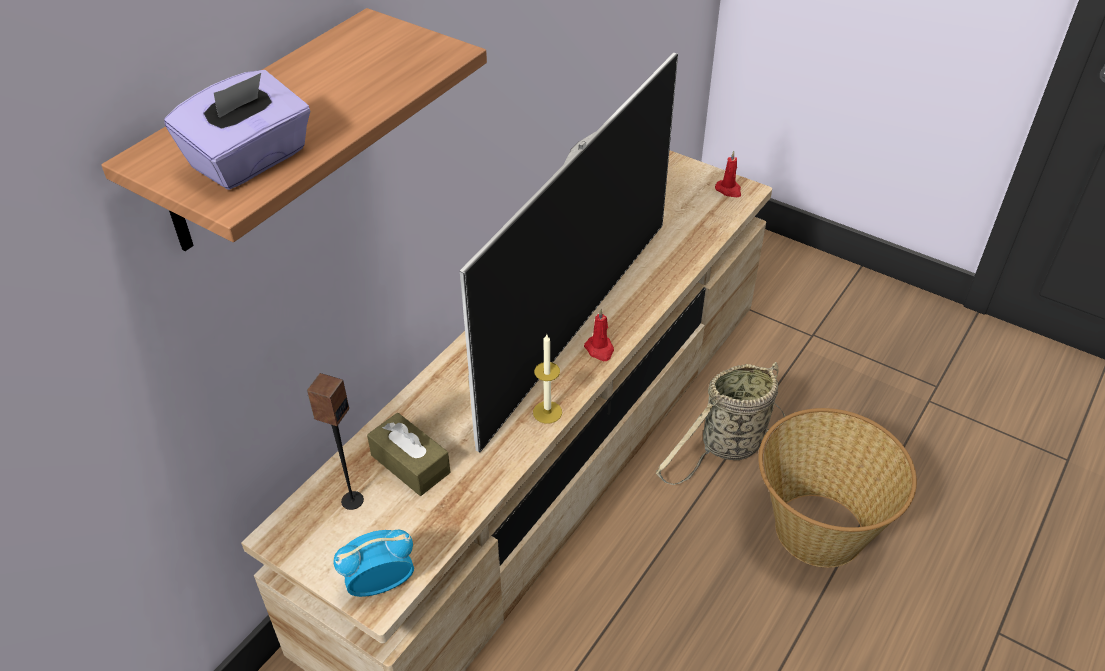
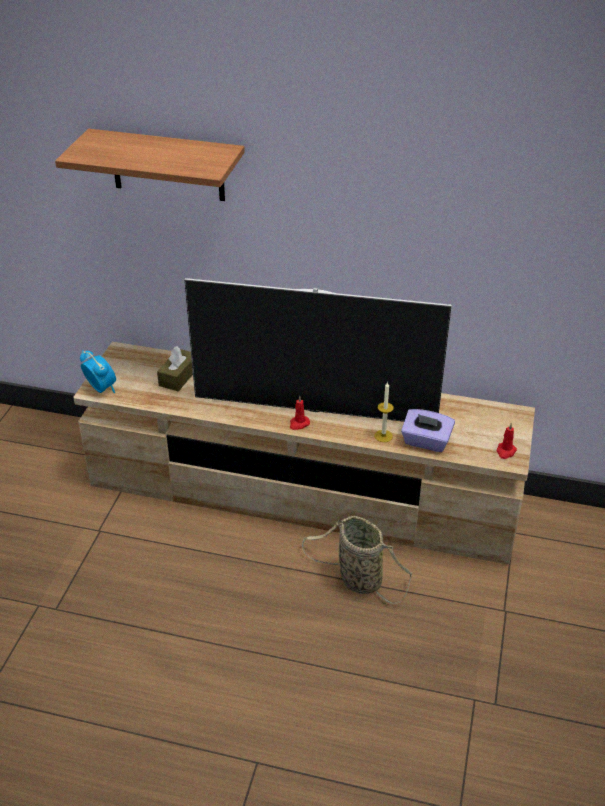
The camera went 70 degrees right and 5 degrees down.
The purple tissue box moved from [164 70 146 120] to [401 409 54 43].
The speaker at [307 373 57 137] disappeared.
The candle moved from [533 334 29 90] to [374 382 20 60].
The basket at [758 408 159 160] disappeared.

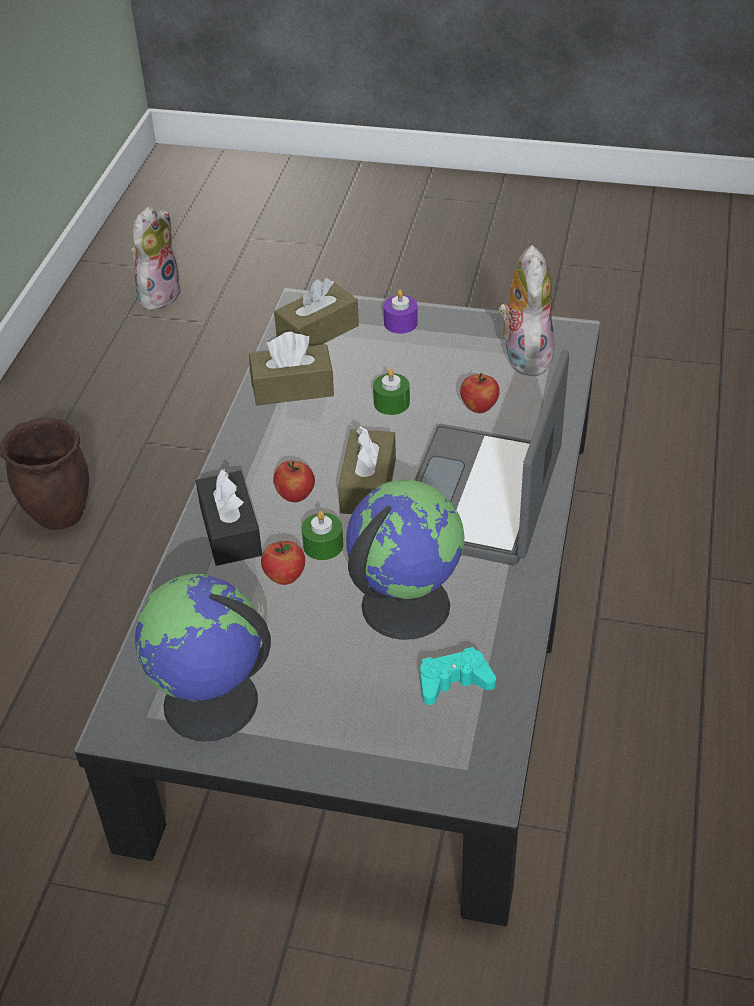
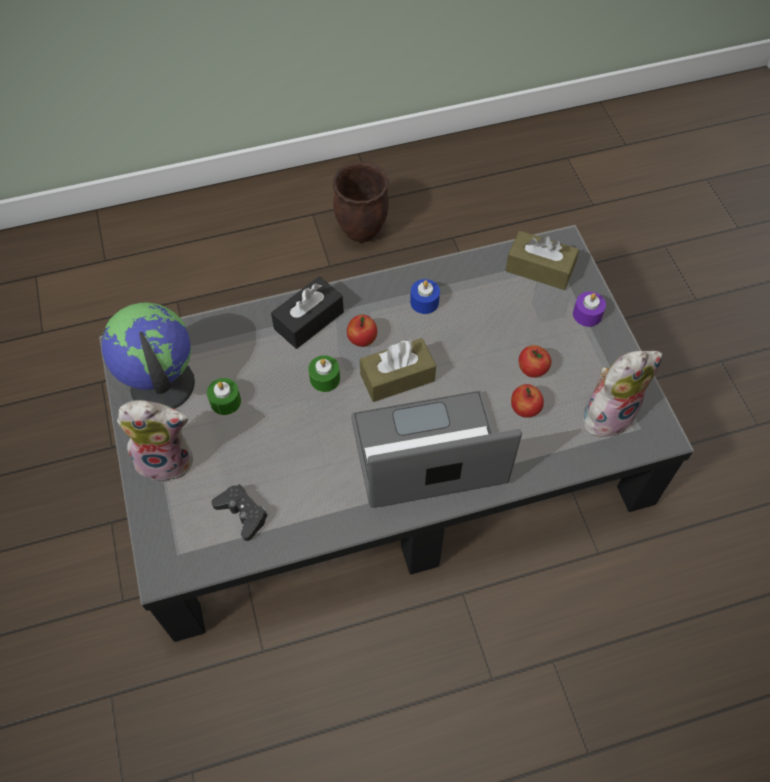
The camera went 60 degrees right and 15 degrees up.
The plush toy moved from [131 206 51 105] to [117 400 76 83].
The brown tissue box at [249 331 85 74] disappeared.
The apple moved from [261 541 44 44] to [519 345 32 33].
The globe at [345 480 119 160] disappeared.
The green candle moved from [373 369 37 46] to [207 378 34 37].
The turquoise game controller at [420 647 76 58] became the black game controller at [211 484 57 57].
The blue candle at [410 279 30 35] appeared.

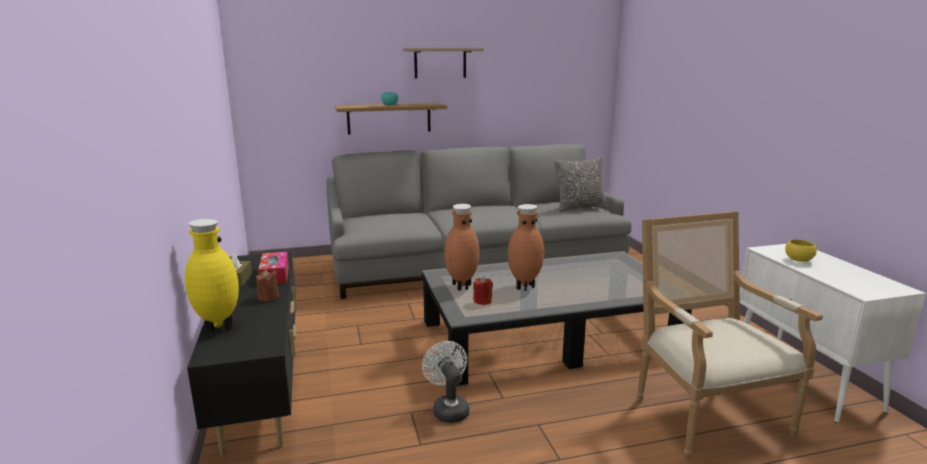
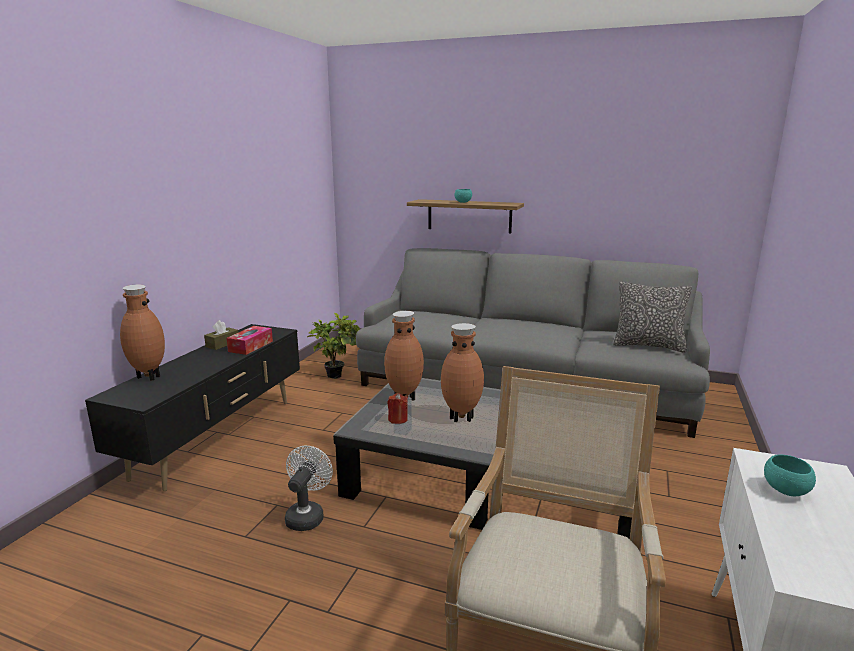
The camera went 35 degrees right and 0 degrees up.
The yellow vase at [185 219 54 113] became the brown vase at [120 284 45 97].
The brown candle at [256 270 23 31] disappeared.
The shelf at [403 48 81 30] disappeared.
The yellow bowl at [785 239 32 23] became the turquoise bowl at [764 454 52 42].
The potted plant at [307 313 53 66] appeared.

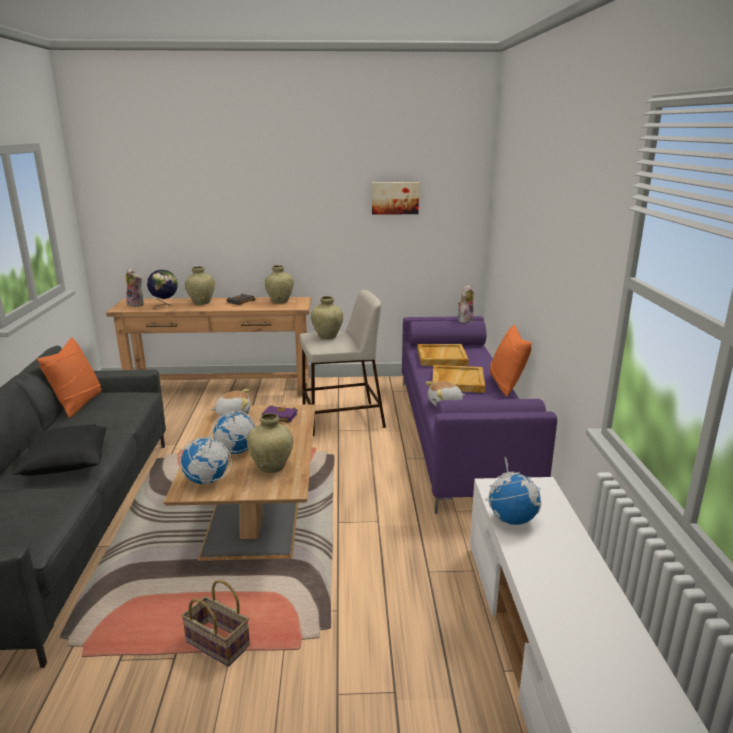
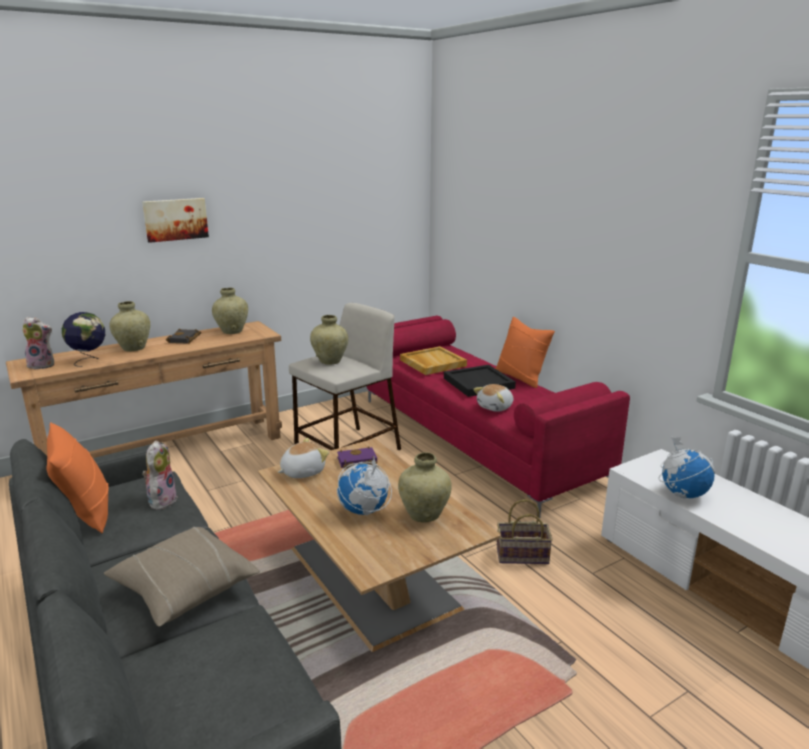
The camera went 30 degrees left and 0 degrees up.
The black pillow at [12 424 95 52] became the beige pillow at [104 527 156 100].
The globe at [180 433 52 52] disappeared.
The basket moved from [181 580 69 87] to [497 499 56 65].
The picture moved from [372 182 47 33] to [142 198 67 45].
The purple sofa at [402 316 155 198] became the red sofa at [367 316 263 202].
The beige tray at [433 365 52 28] became the black tray at [444 365 72 32].
The plush toy moved from [458 285 16 38] to [142 441 35 69].

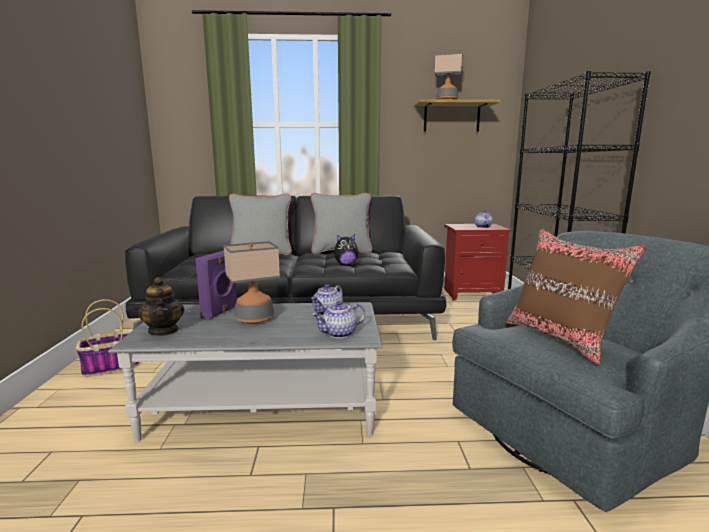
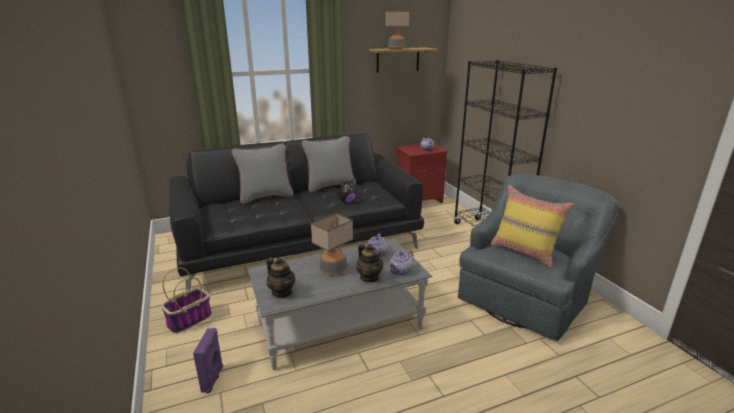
The camera went 20 degrees left and 10 degrees up.
The purple speaker moved from [195 250 42 70] to [193 328 30 65].
The brown pillow at [506 229 141 136] became the yellow pillow at [491 186 82 82].
The teapot at [356 244 27 38] appeared.

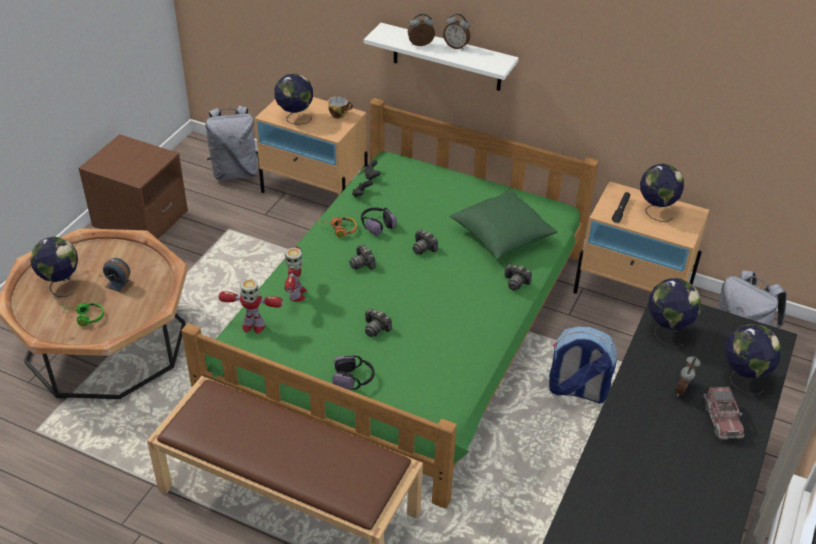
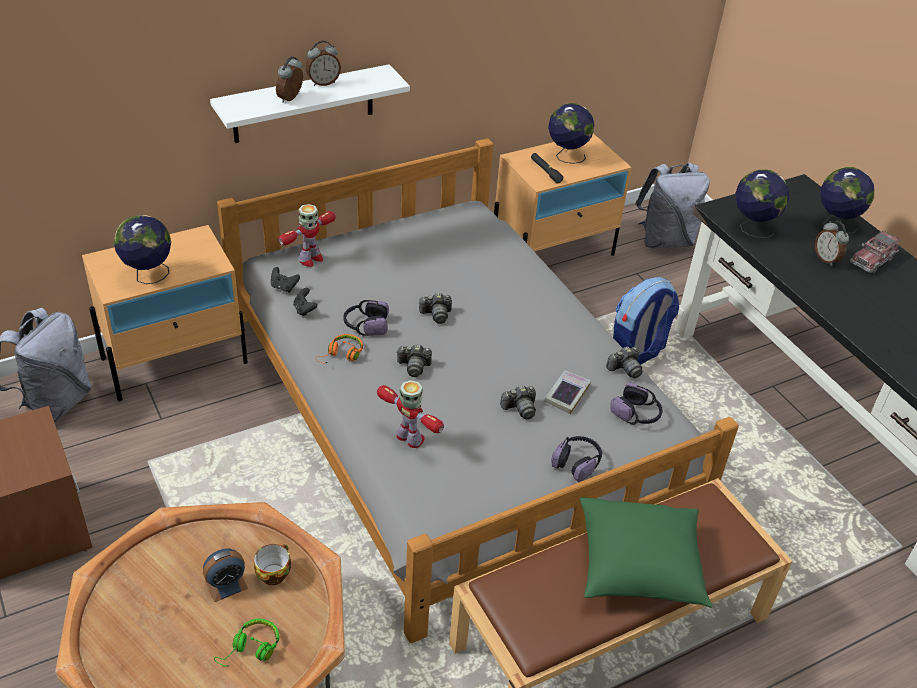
The camera went 55 degrees left and 0 degrees up.
The globe at [30 237 48 60] disappeared.
The green bed at [181 98 418 411] became the grey bed at [217 138 522 505].
The toy robot moved from [219 279 64 55] to [279 204 57 63].
The cup moved from [328 96 25 23] to [254 544 37 41].
The green pillow moved from [450 190 108 70] to [579 497 133 111].
The photo camera moved from [504 264 28 27] to [606 346 36 32].
The toy truck at [703 387 41 52] turned 105 degrees clockwise.
The book at [544 370 47 44] appeared.
The headphones at [610 382 53 43] appeared.

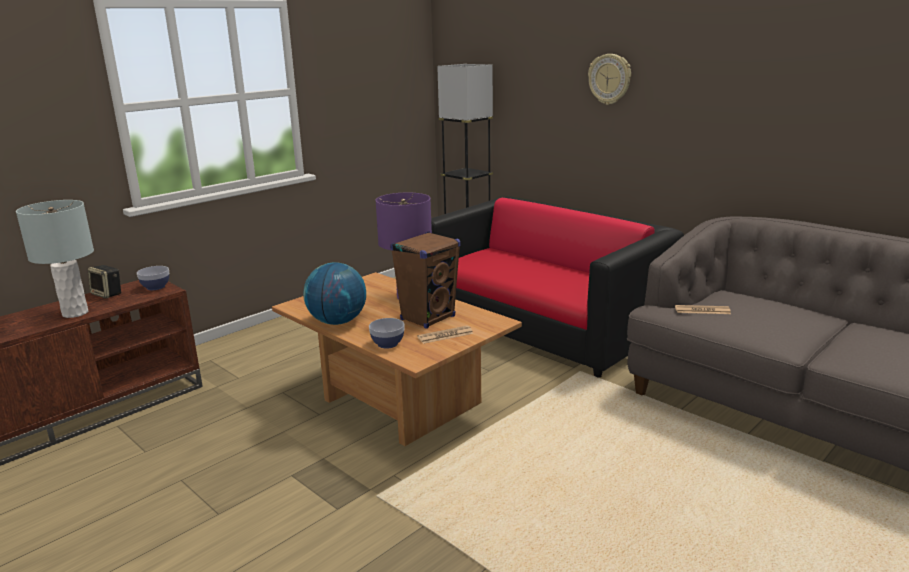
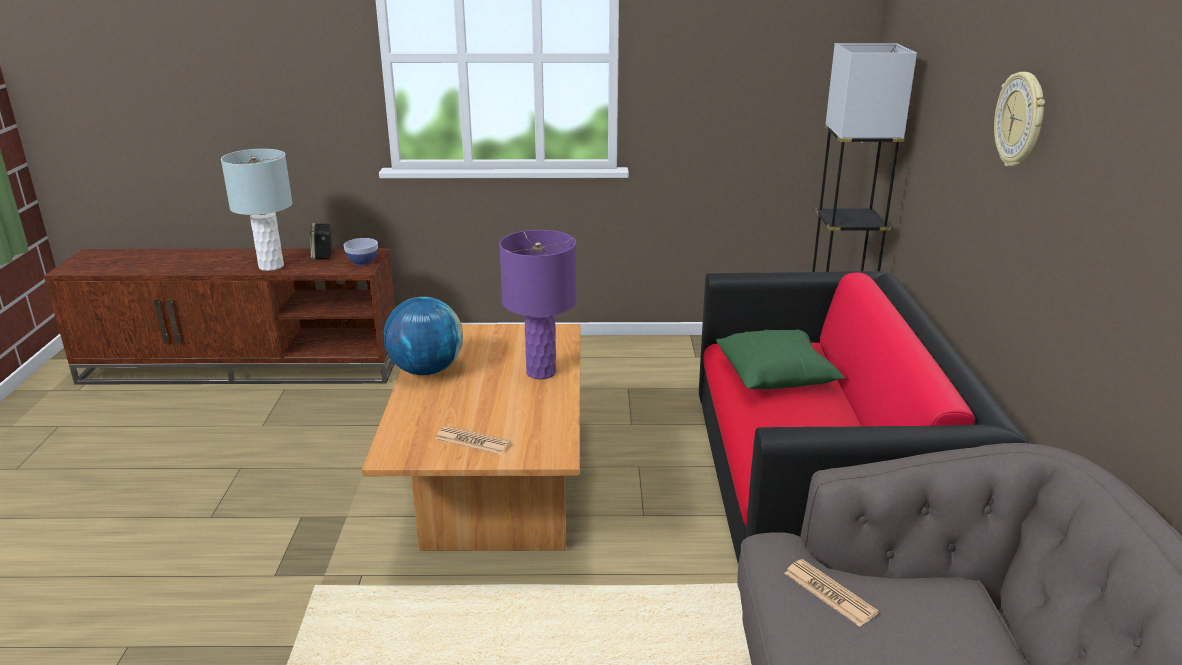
The camera went 45 degrees right and 5 degrees up.
The bowl at [369 318 35 31] disappeared.
The brown speaker at [390 232 71 97] disappeared.
The green pillow at [716 329 129 60] appeared.

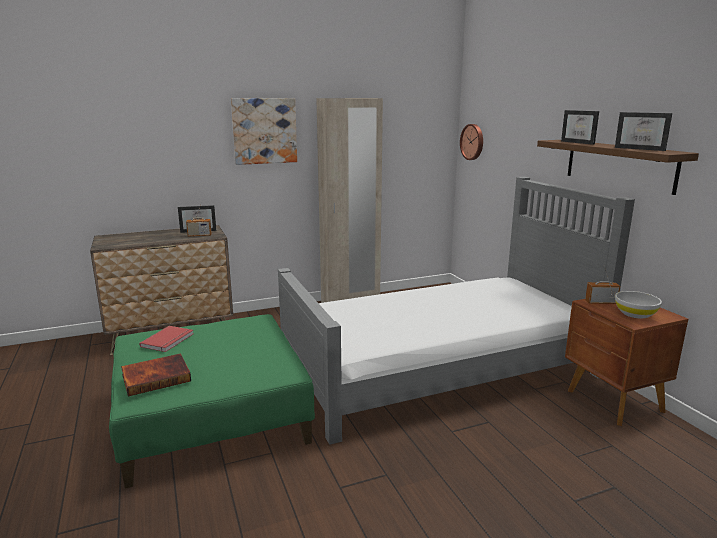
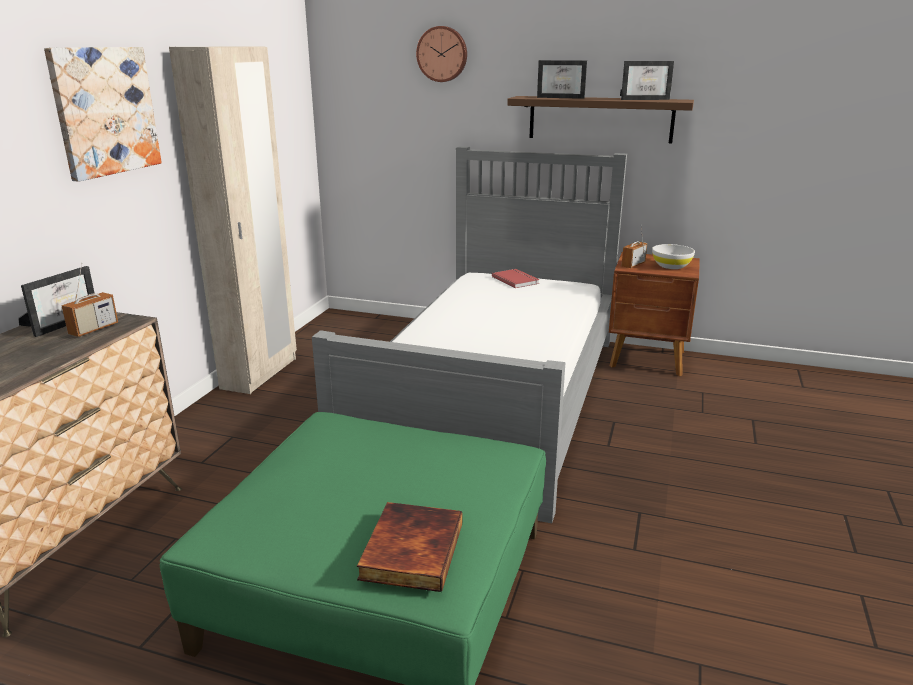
The camera went 50 degrees left and 5 degrees up.
The red book moved from [139 326 54 26] to [492 269 48 19].
The wall clock moved from [460 124 23 36] to [416 26 51 56].

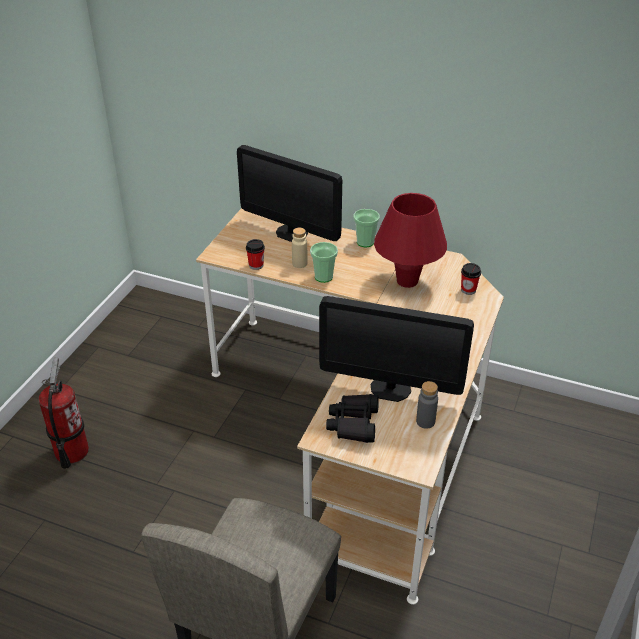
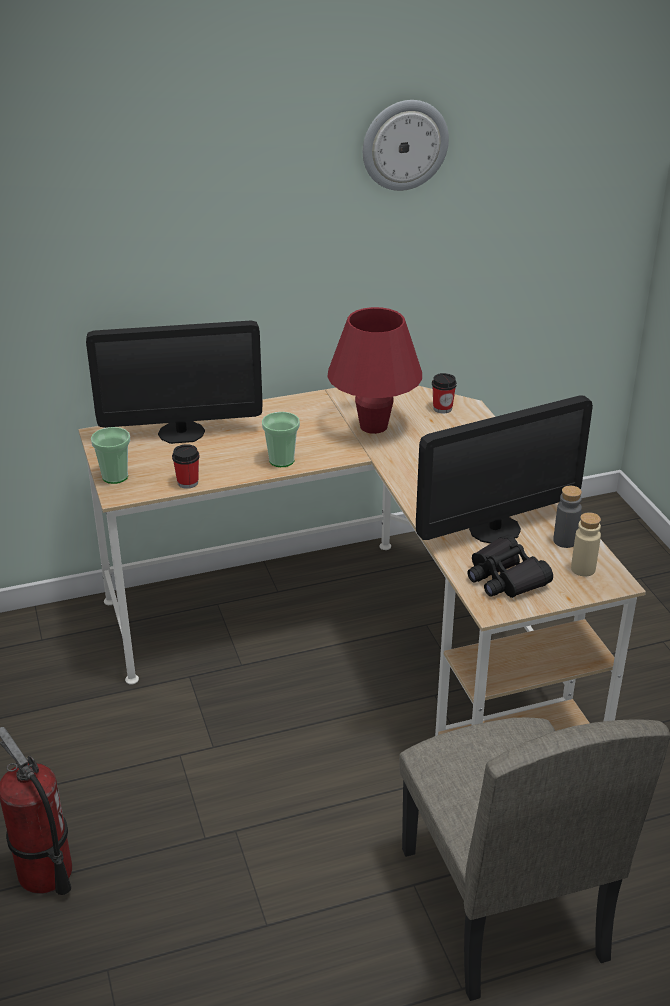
The camera went 40 degrees left and 5 degrees down.
The beige bottle moved from [292 228 15 40] to [571 512 30 64].
The cup moved from [354 209 26 38] to [91 427 39 57].
The wall clock at [363 100 86 91] appeared.

